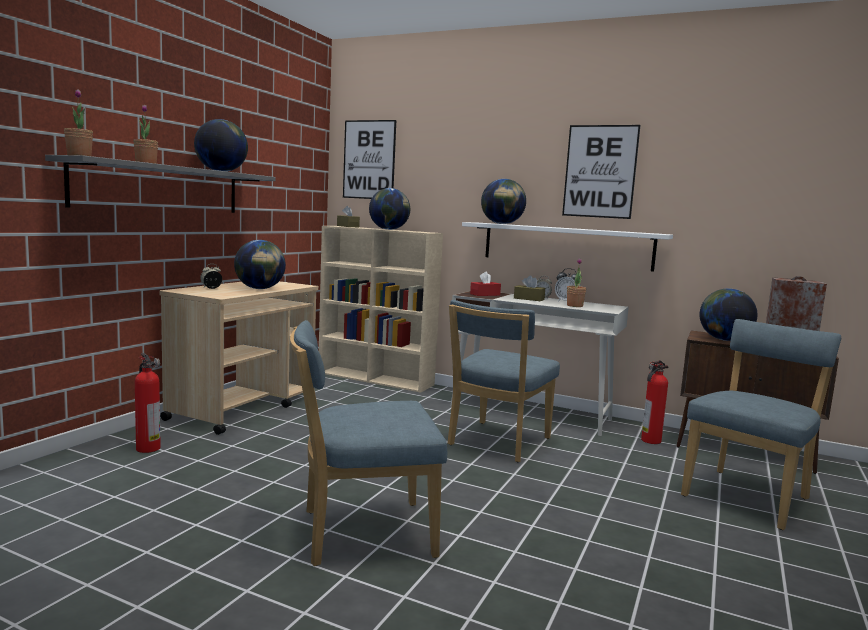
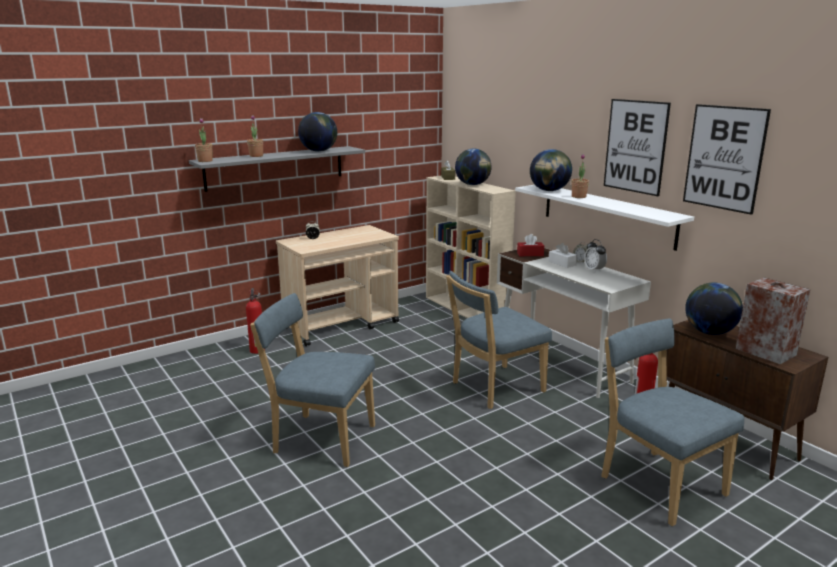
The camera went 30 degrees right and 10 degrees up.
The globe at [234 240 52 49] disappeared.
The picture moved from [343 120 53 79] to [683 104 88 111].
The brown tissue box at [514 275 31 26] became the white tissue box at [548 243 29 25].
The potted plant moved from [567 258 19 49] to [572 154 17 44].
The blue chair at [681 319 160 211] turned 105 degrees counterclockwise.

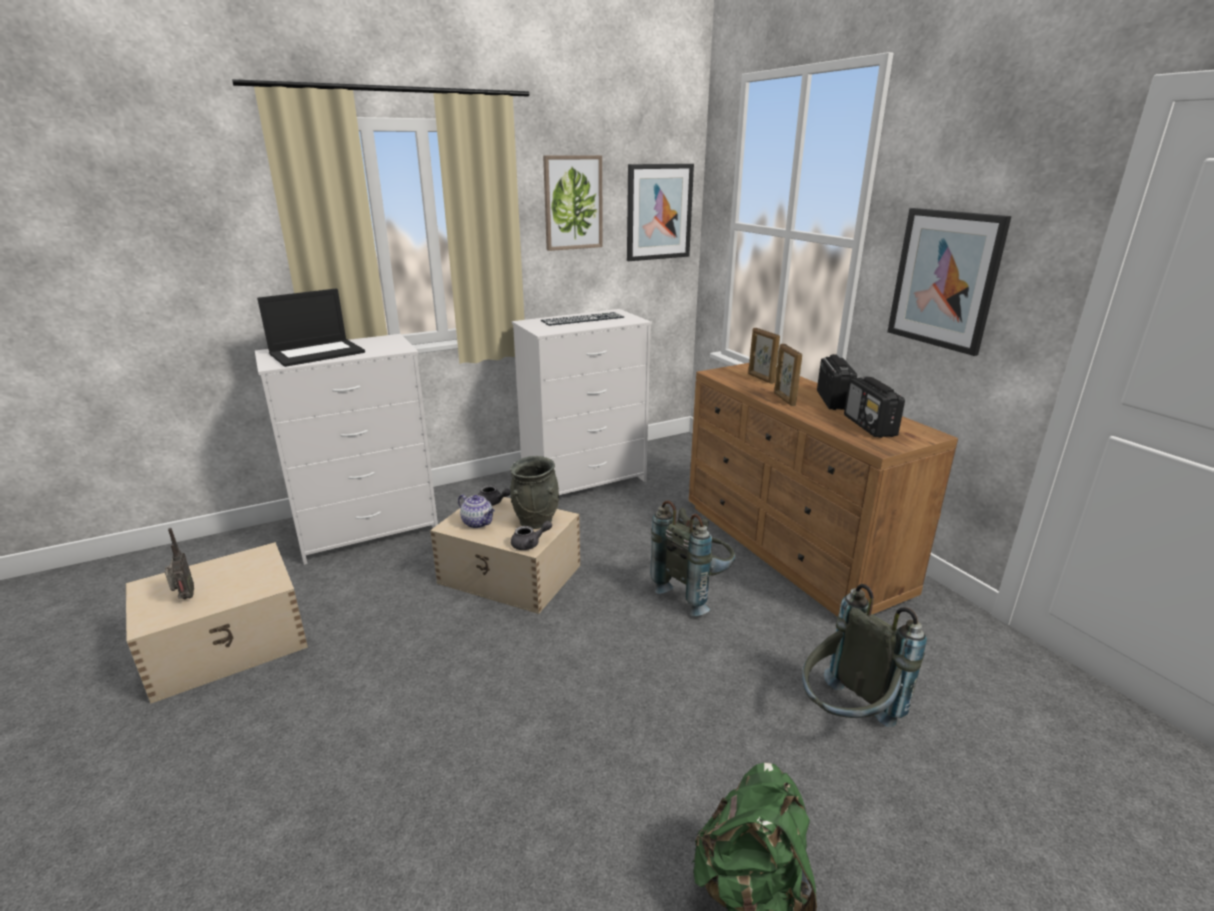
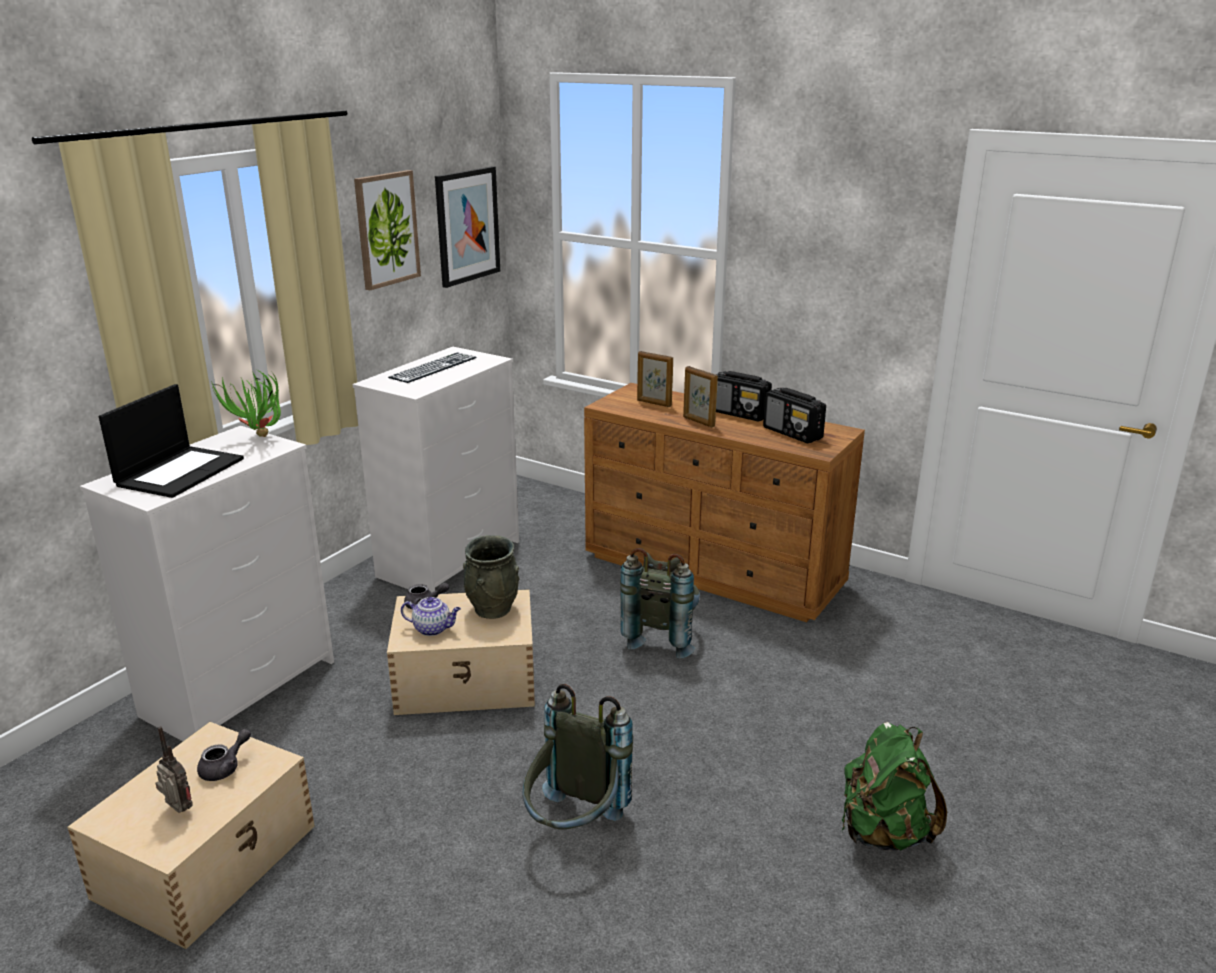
The camera went 30 degrees left and 0 degrees up.
The grey teapot moved from [511 521 41 29] to [197 729 54 52].
The grey backpack moved from [802 584 125 143] to [522 684 111 146].
The radio at [817 354 40 56] turned 150 degrees clockwise.
The picture at [887 208 125 148] disappeared.
The potted plant at [211 367 70 70] appeared.

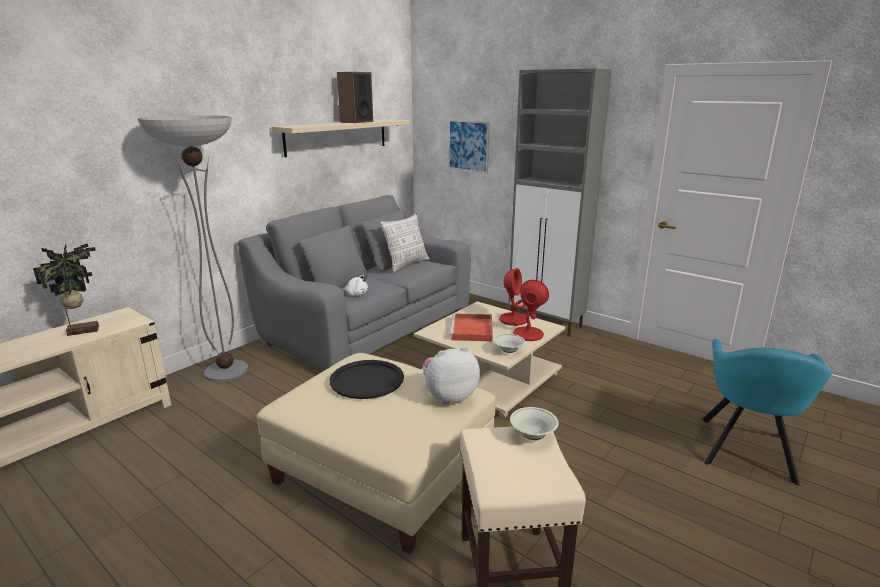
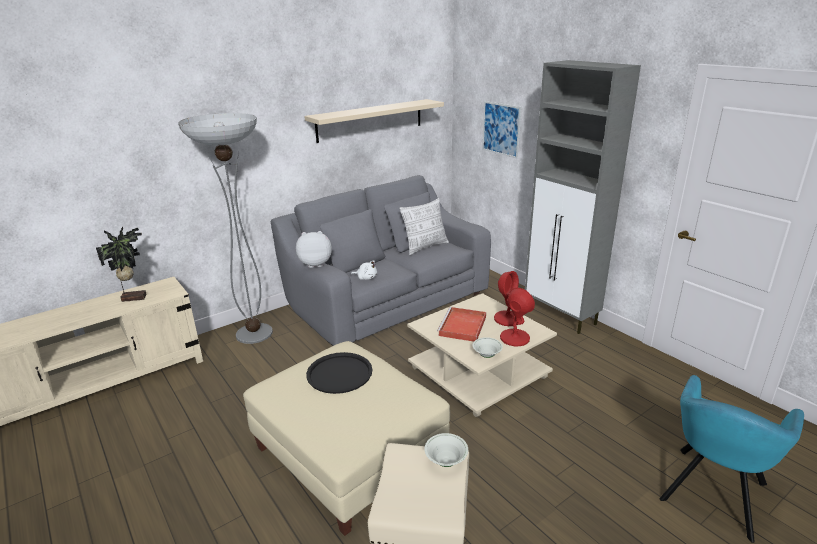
The camera went 15 degrees right and 5 degrees up.
The speaker at [337 72 36 51] disappeared.
The plush toy moved from [423 346 57 59] to [296 231 36 37].

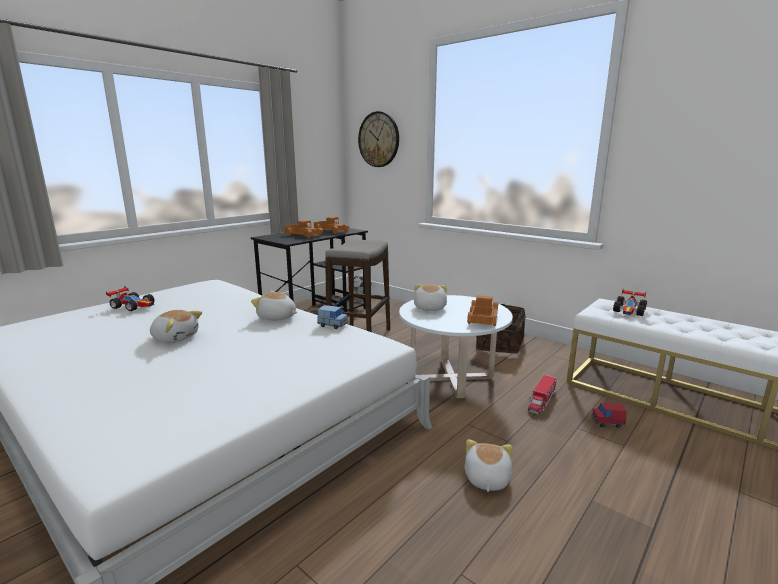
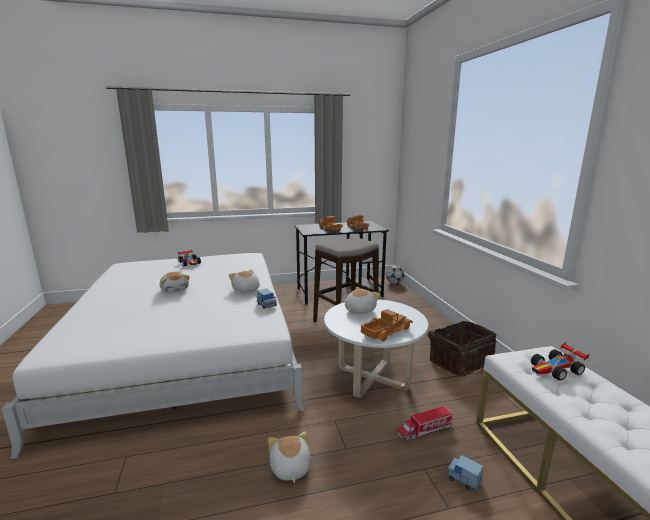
The camera went 35 degrees right and 0 degrees up.
The wall clock at [358 111 41 56] disappeared.
The plush toy at [465 439 47 53] turned 60 degrees counterclockwise.
The red toy car at [591 403 36 25] became the blue toy car at [446 455 37 36].

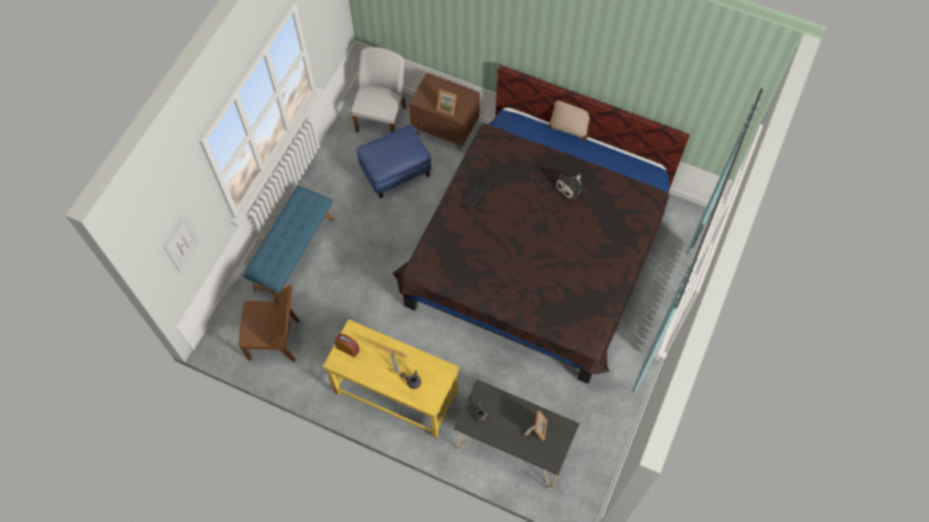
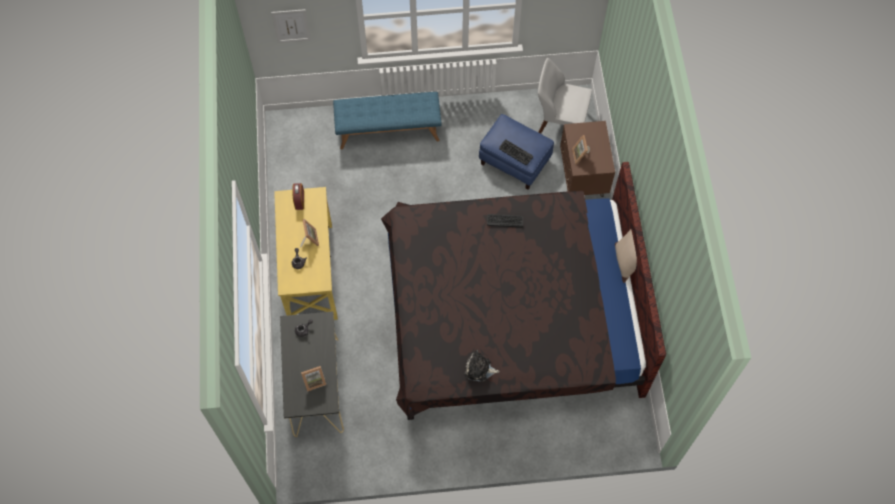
The camera went 60 degrees right and 0 degrees up.
The brown chair at [238 285 62 77] disappeared.
The white chair at [351 47 55 86] turned 150 degrees counterclockwise.
The plush toy moved from [555 174 28 26] to [464 350 36 32].
The keyboard at [499 139 34 26] appeared.

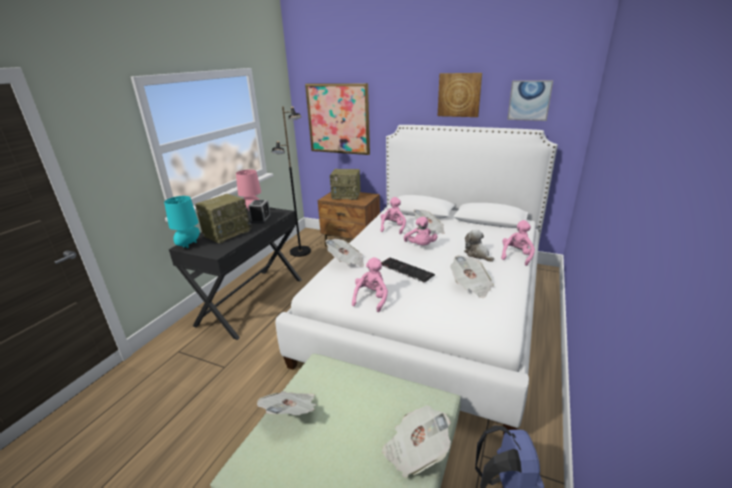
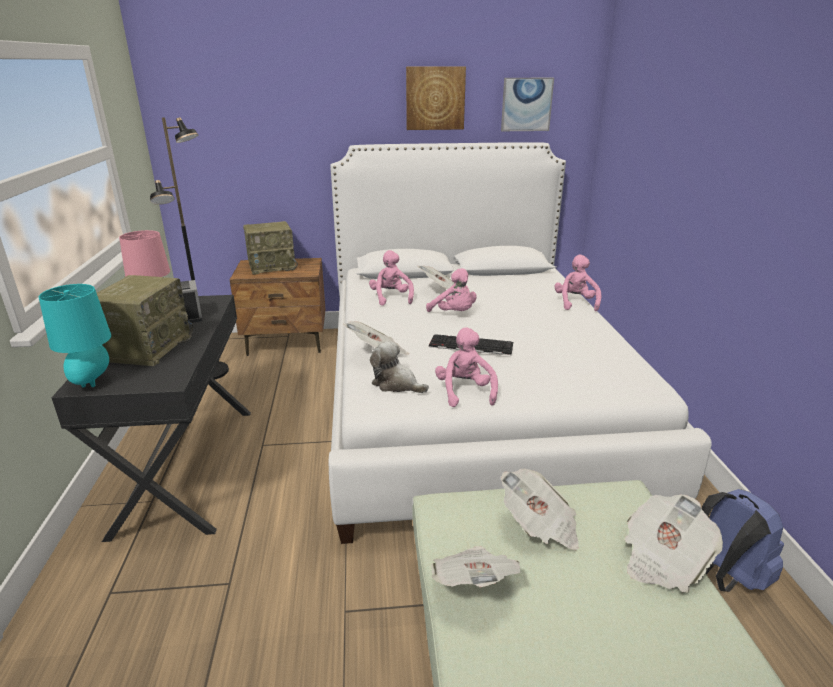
The camera went 30 degrees left and 0 degrees up.
The picture at [305 83 65 72] disappeared.
The newspaper moved from [450 255 44 43] to [501 469 78 81].
The plush toy moved from [464 230 30 32] to [370 341 59 52].

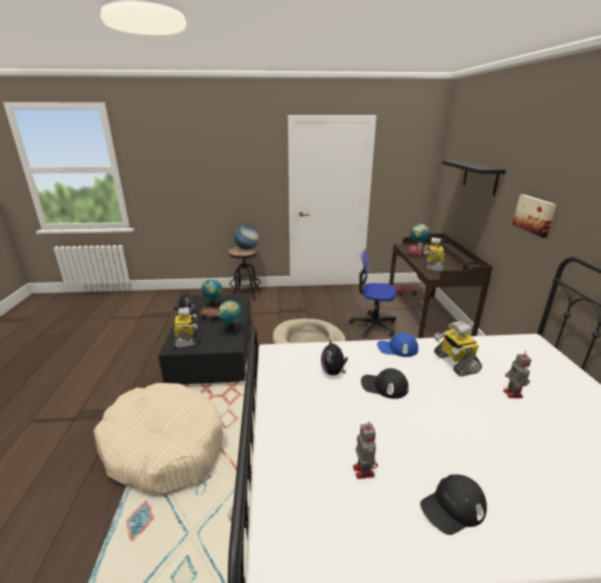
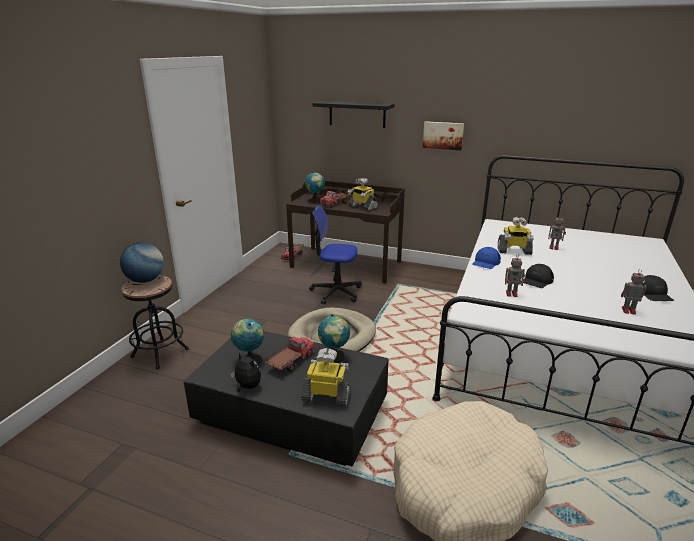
The camera went 65 degrees left and 0 degrees up.
The plush toy at [321 338 27 37] was replaced by the toy robot at [505 256 20 41].
The office chair at [349 249 47 89] turned 60 degrees clockwise.

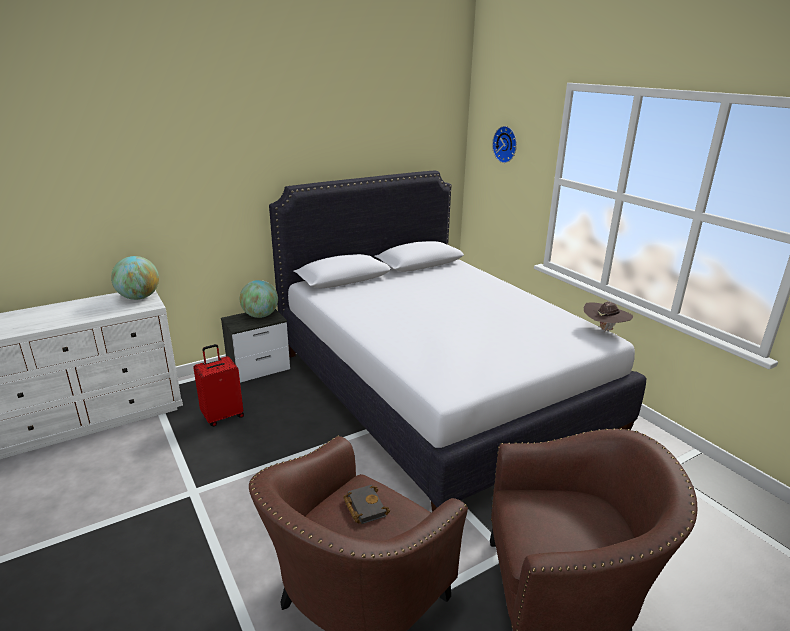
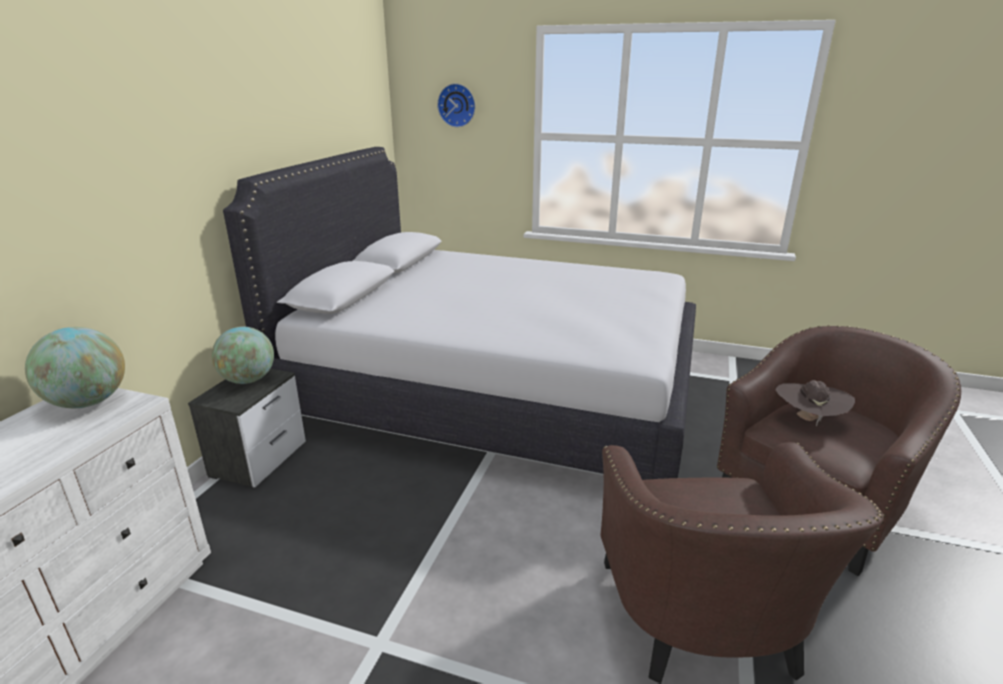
The camera went 40 degrees left and 0 degrees up.
The red suitcase at [193 344 51 82] disappeared.
The black book at [343 485 47 39] disappeared.
The brown hat moved from [584 302 49 31] to [776 380 79 46].

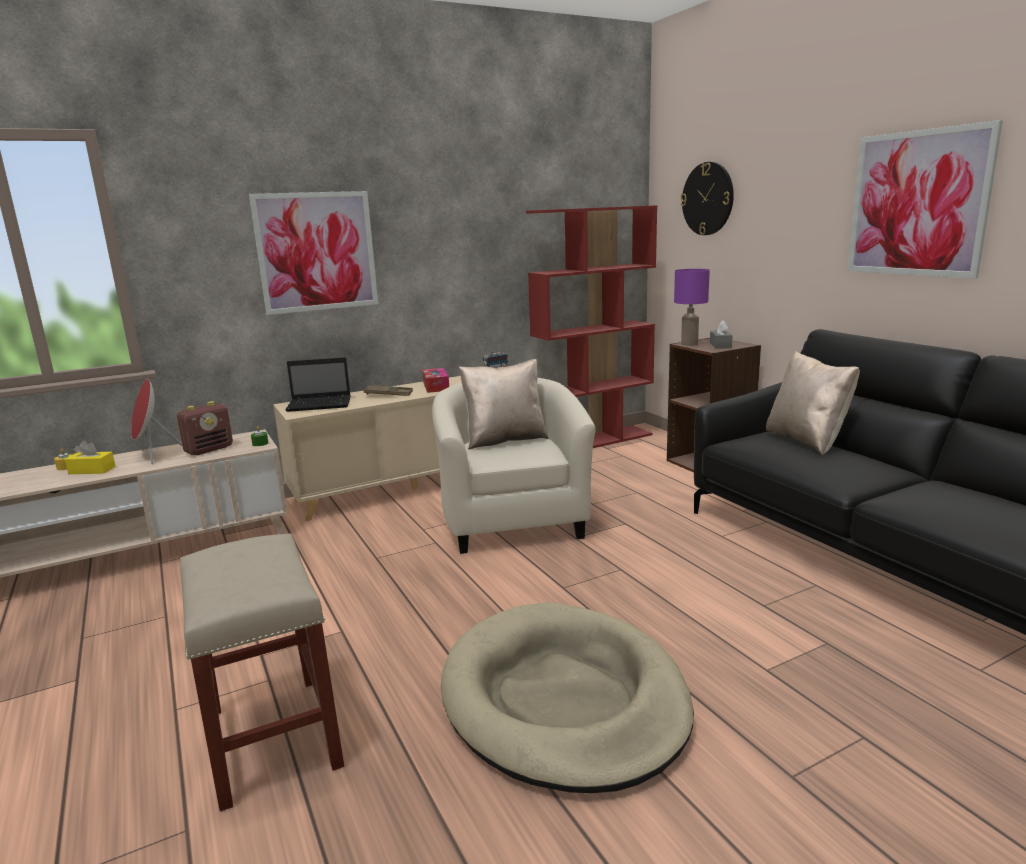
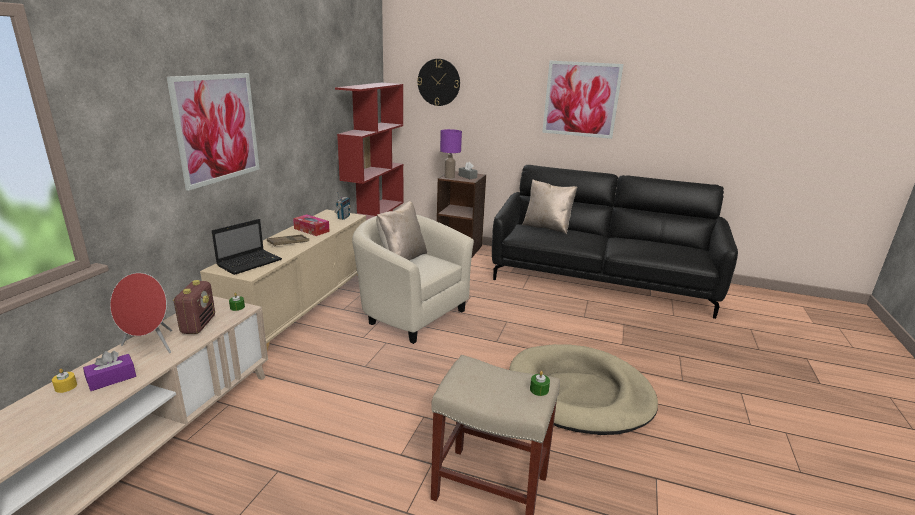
The camera went 45 degrees left and 5 degrees up.
The yellow tissue box at [65 441 51 33] became the purple tissue box at [83 351 53 40].
The green candle at [530 371 20 25] appeared.

